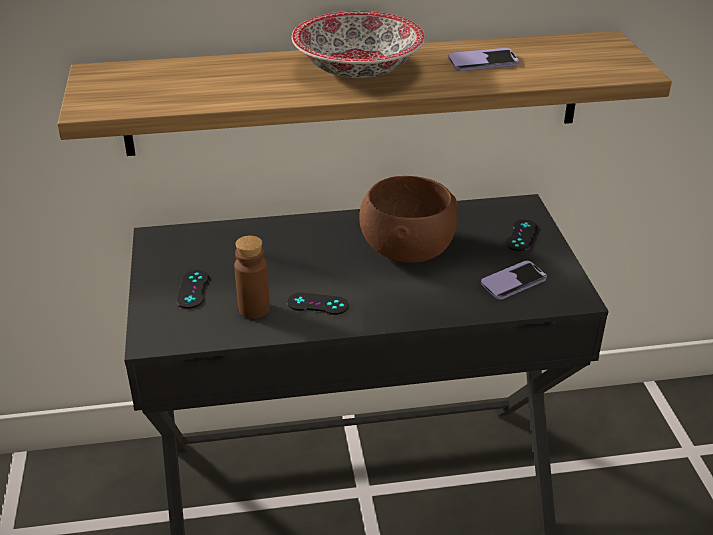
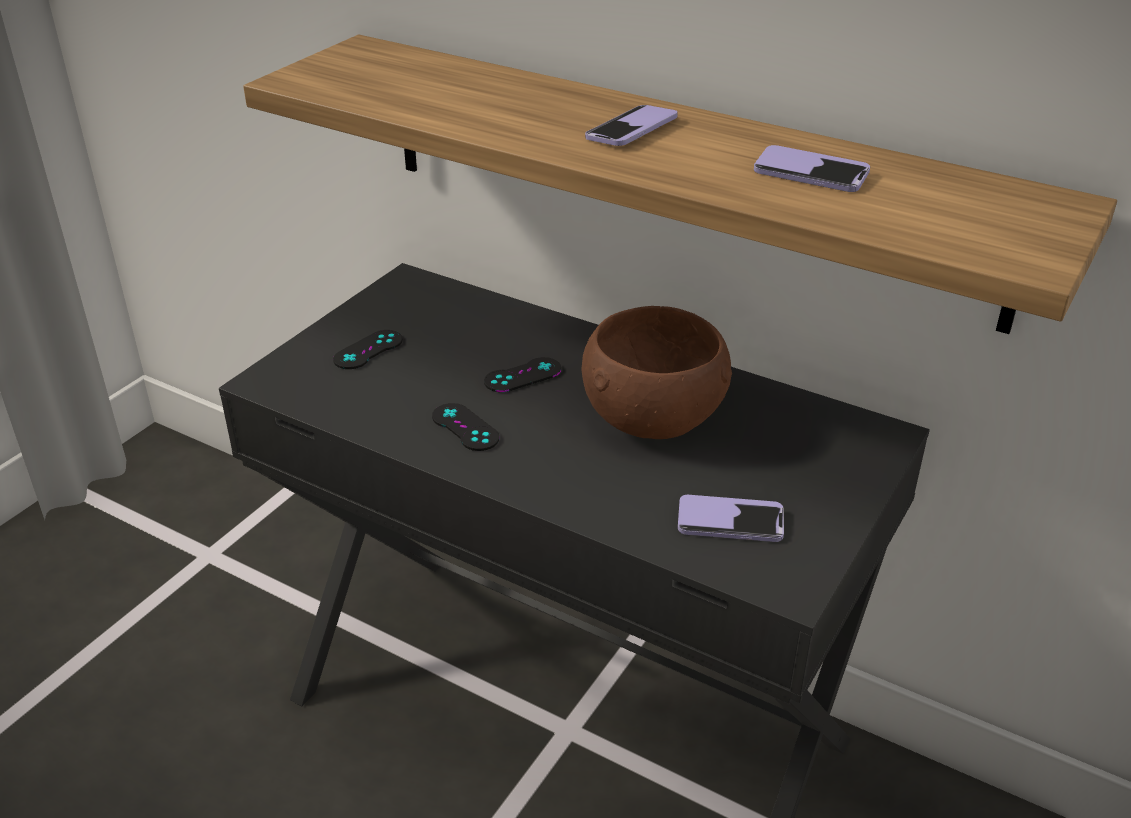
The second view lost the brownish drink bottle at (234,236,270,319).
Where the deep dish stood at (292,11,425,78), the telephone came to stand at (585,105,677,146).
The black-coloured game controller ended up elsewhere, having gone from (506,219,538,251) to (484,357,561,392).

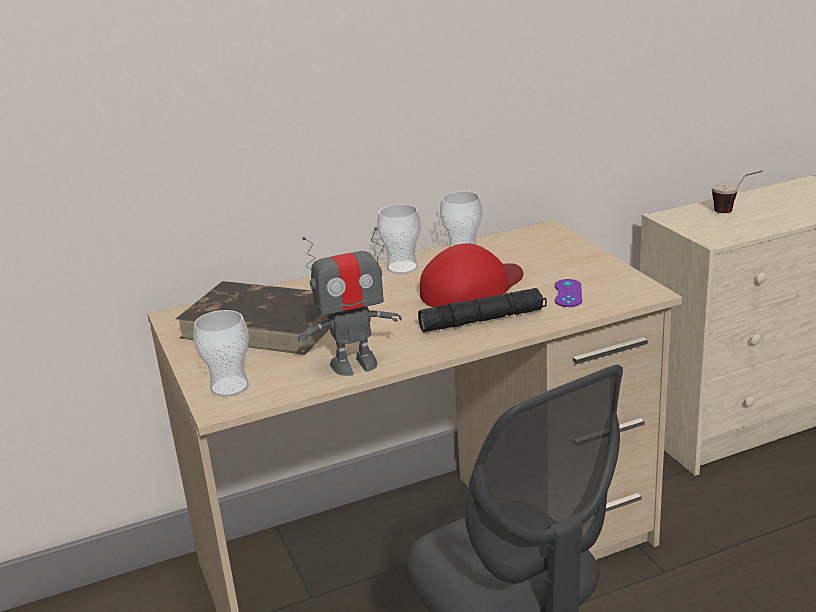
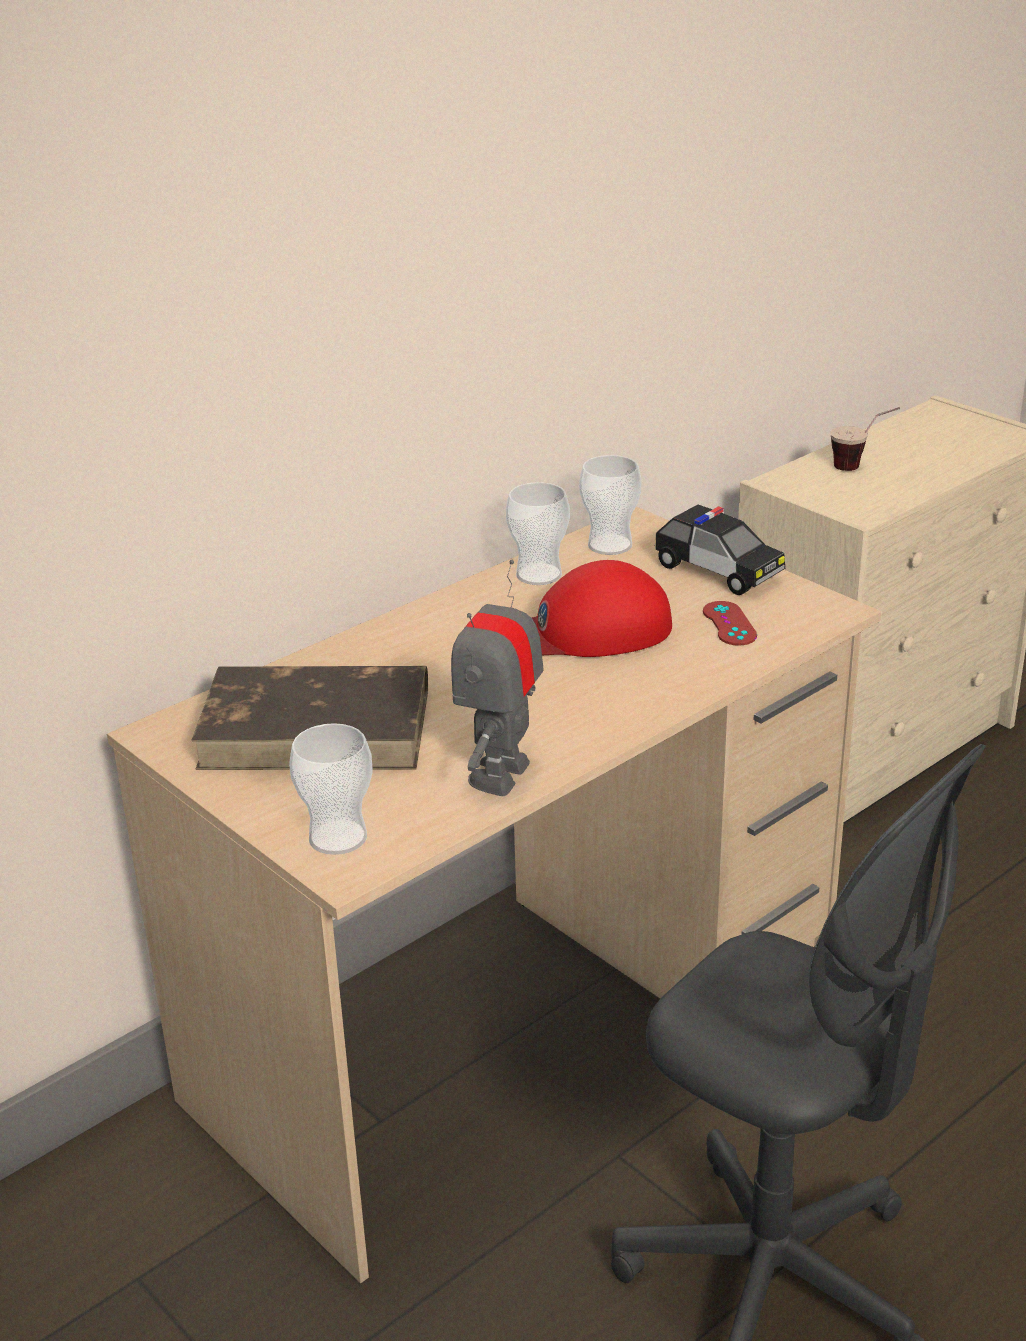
The model robot at (297,227,402,376) ended up facing another way, 150 degrees clockwise from before.
The cup ended up elsewhere, having gone from (377,204,421,274) to (579,455,641,555).
The second view lost the black-coloured flashlight at (418,288,547,332).
The red baseball cap at (420,243,523,307) ended up facing another way, 135 degrees counterclockwise from before.
What was the purplish game controller at (554,279,582,307) turned into the red game controller at (703,601,757,646).
The second view gained the model car at (654,504,785,595).

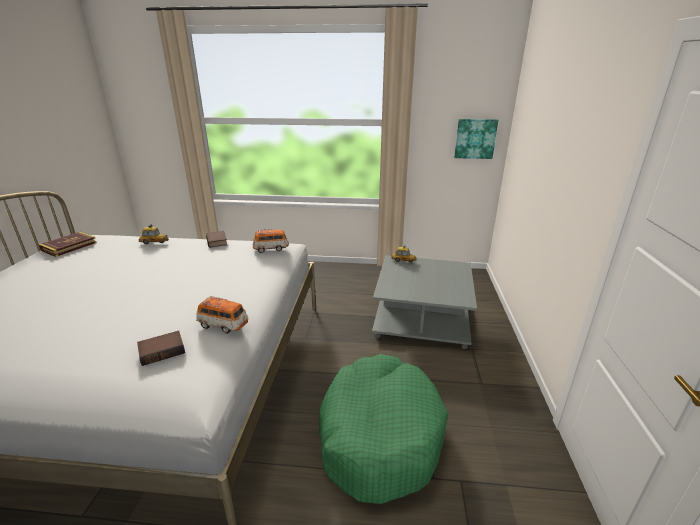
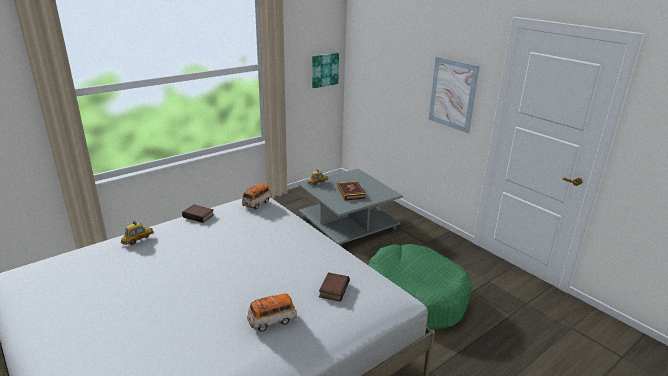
The book ended up elsewhere, having gone from (39,232,97,257) to (337,181,366,201).
The model car ended up elsewhere, having gone from (196,296,248,334) to (247,293,297,332).
The second view gained the picture at (429,57,480,133).

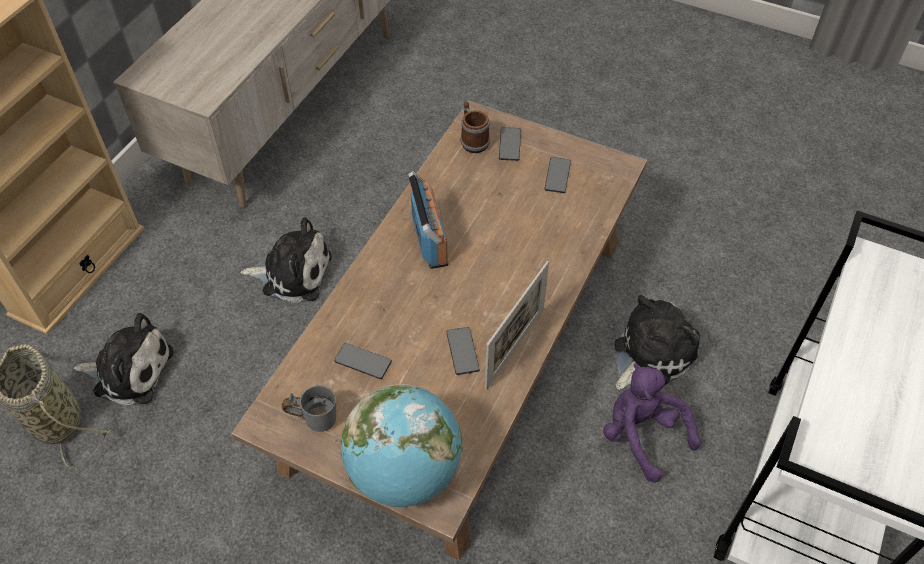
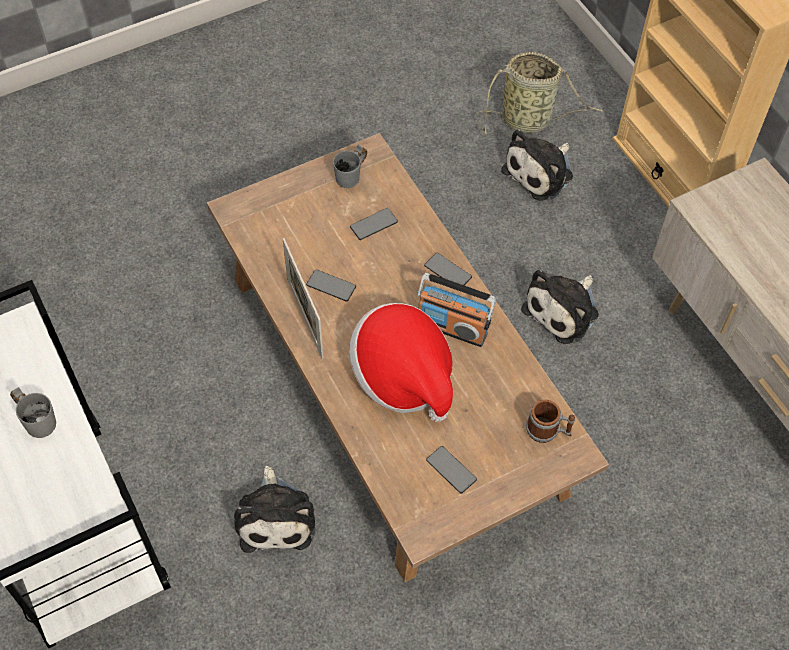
The second view lost the desk globe at (341,384,463,507).
The telephone ended up elsewhere, having gone from (499,127,521,161) to (424,253,472,285).
The second view lost the purplish soft toy at (603,363,701,483).
The second view gained the grey mug at (10,387,56,438).
The second view gained the wearable hat at (349,303,453,422).

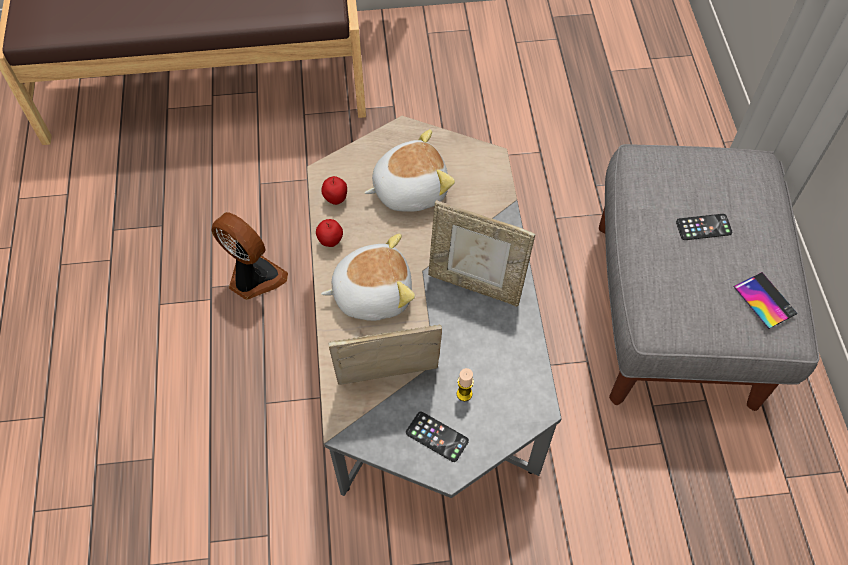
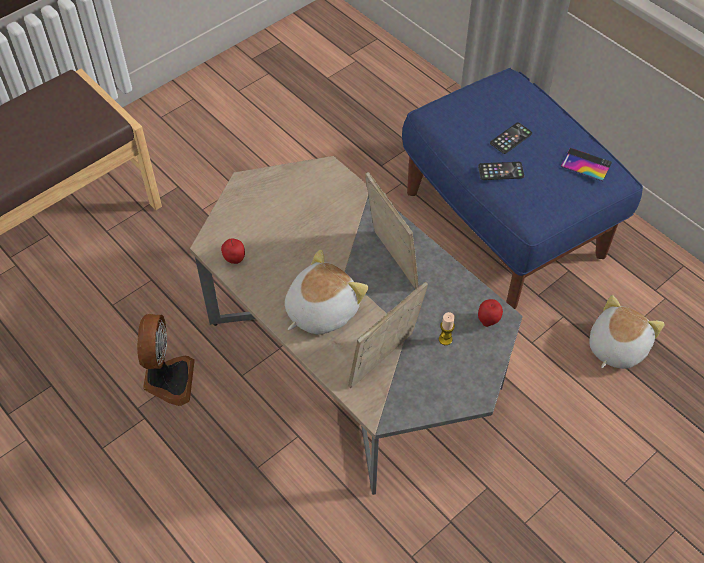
The electric fan at (212,212,288,300) ended up facing another way, 90 degrees clockwise from before.
The apple ended up elsewhere, having gone from (316,219,343,247) to (478,299,503,327).
The soft toy ended up elsewhere, having gone from (364,129,455,212) to (590,295,665,369).
The telephone ended up elsewhere, having gone from (406,411,469,462) to (478,162,524,180).
The photo frame at (428,200,535,307) ended up facing another way, 105 degrees counterclockwise from before.
What was the grey footrest at (599,144,820,411) turned into the blue-coloured footrest at (402,68,643,309).

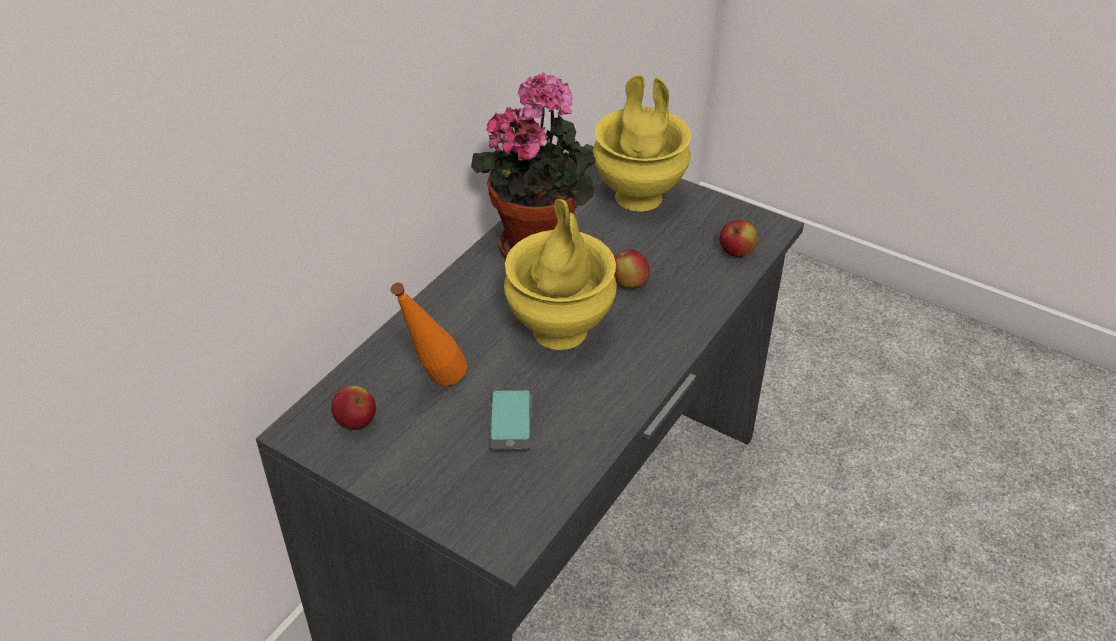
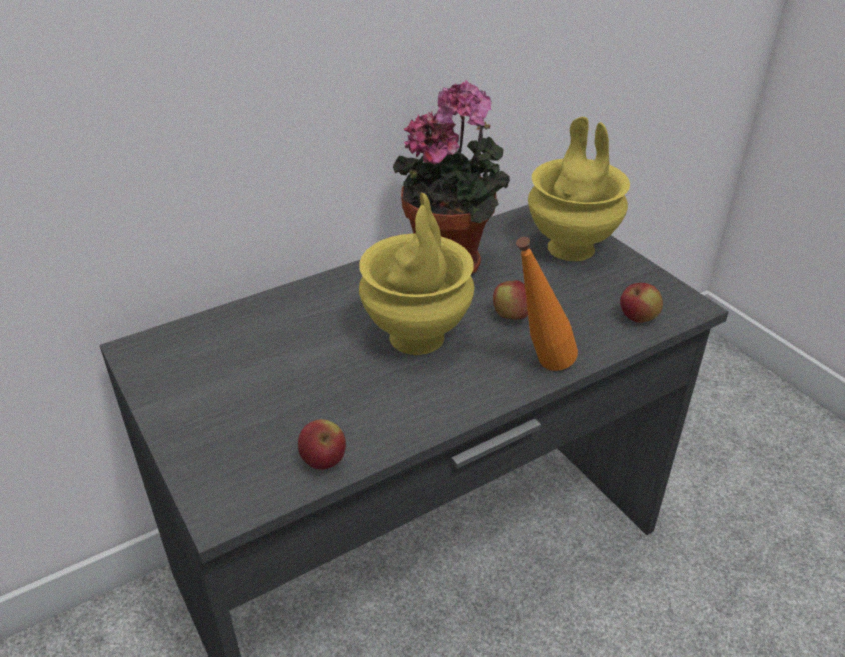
The apple ended up elsewhere, having gone from (331,386,376,430) to (298,419,346,470).
The orange-coloured drink bottle ended up elsewhere, having gone from (390,283,467,386) to (516,237,578,371).
The second view lost the telephone at (489,386,532,453).

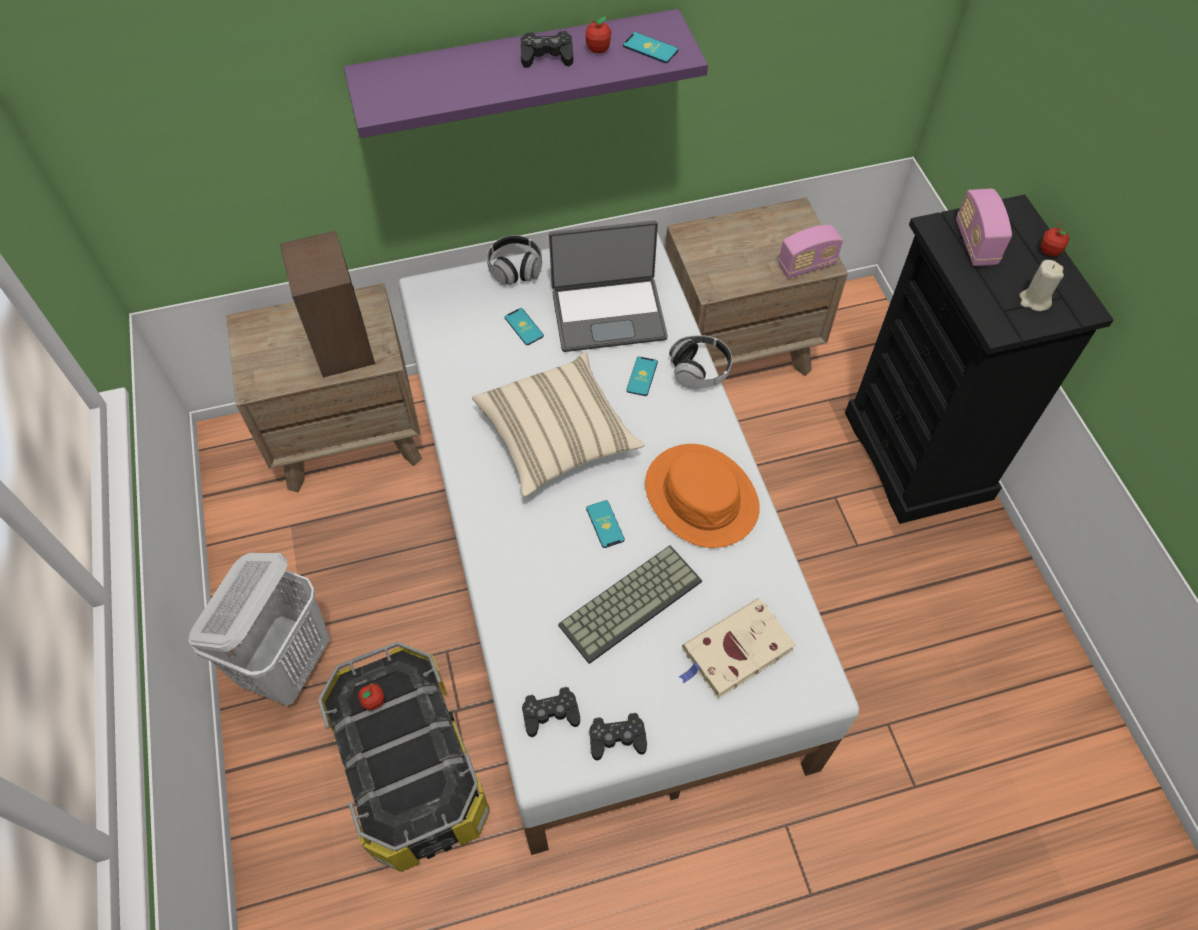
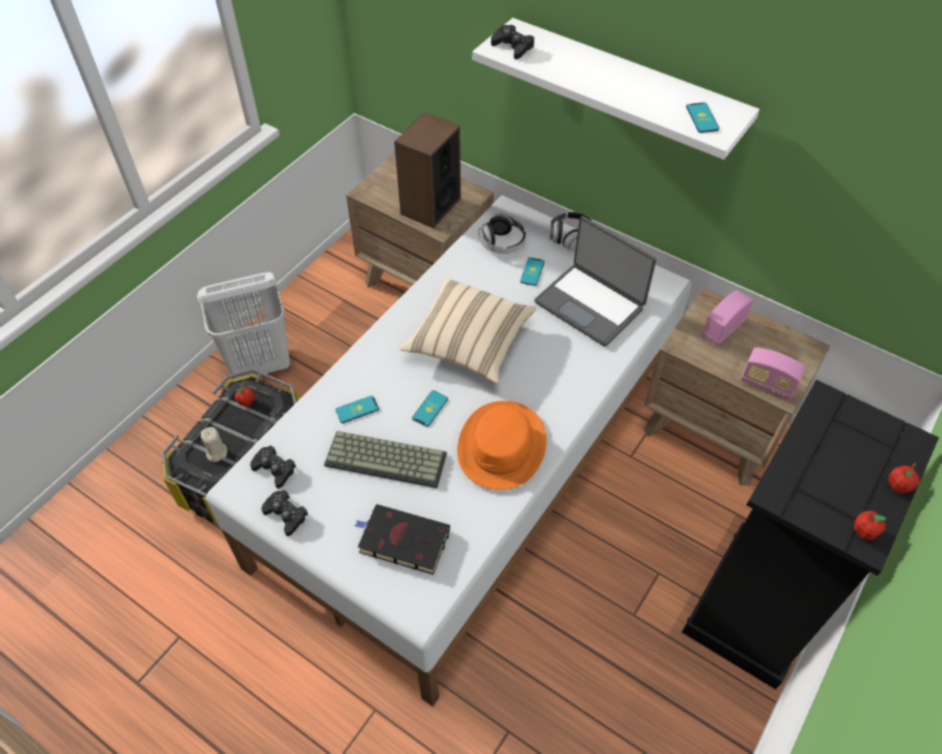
What was the purplish shelf at (344,9,708,138) turned into the white-coloured shelf at (472,18,760,160).
The black-coloured game controller ended up elsewhere, having gone from (521,31,573,68) to (491,25,534,60).
The apple ended up elsewhere, having gone from (586,17,611,53) to (854,511,886,540).
The telephone ended up elsewhere, having gone from (626,356,658,396) to (335,396,379,423).
The headset ended up elsewhere, having gone from (669,335,732,388) to (478,213,526,254).
What was the beige-coloured book at (679,598,796,699) turned into the black-coloured book at (354,504,450,575).
The radio receiver ended up elsewhere, having gone from (956,189,1012,266) to (702,290,754,346).
The beige-coloured wax candle ended up elsewhere, having gone from (1019,260,1064,311) to (201,427,227,462).

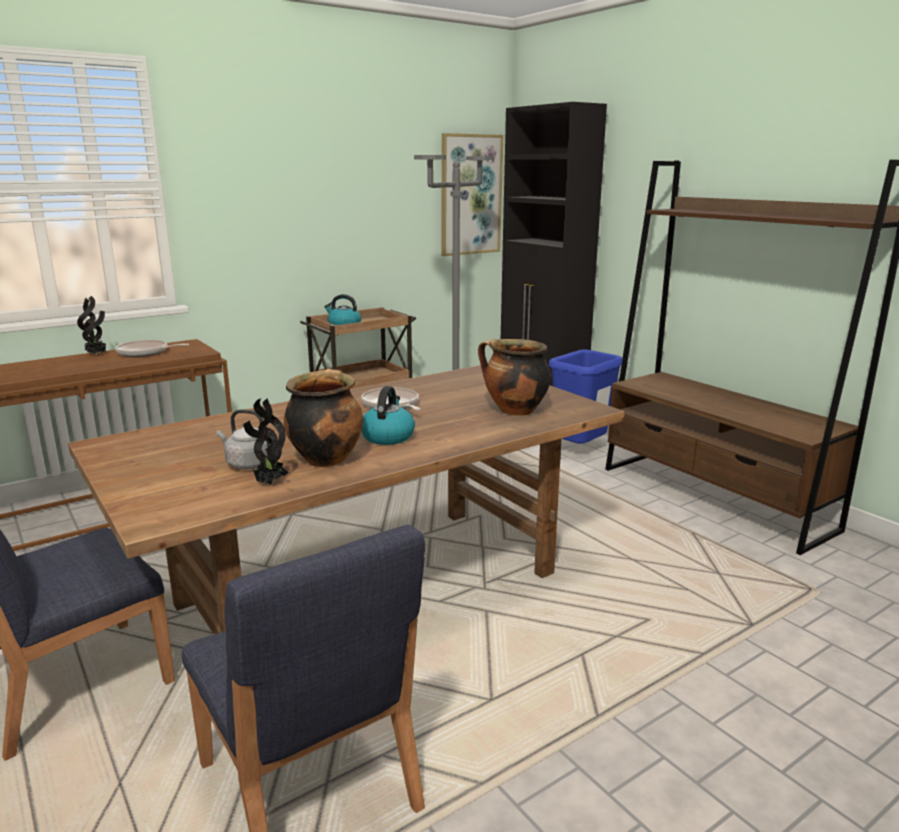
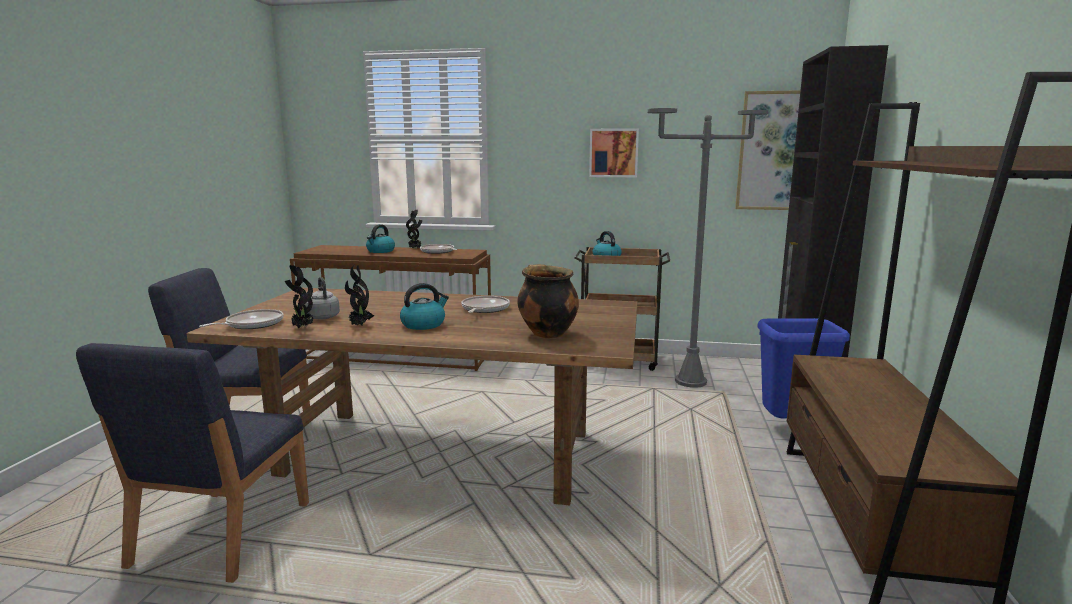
Where the cooking pot stood at (284,369,363,467), the potted plant came to stand at (345,264,374,325).
The second view gained the pan at (199,309,283,329).
The second view gained the kettle at (366,224,395,253).
The second view gained the picture at (589,128,639,177).

